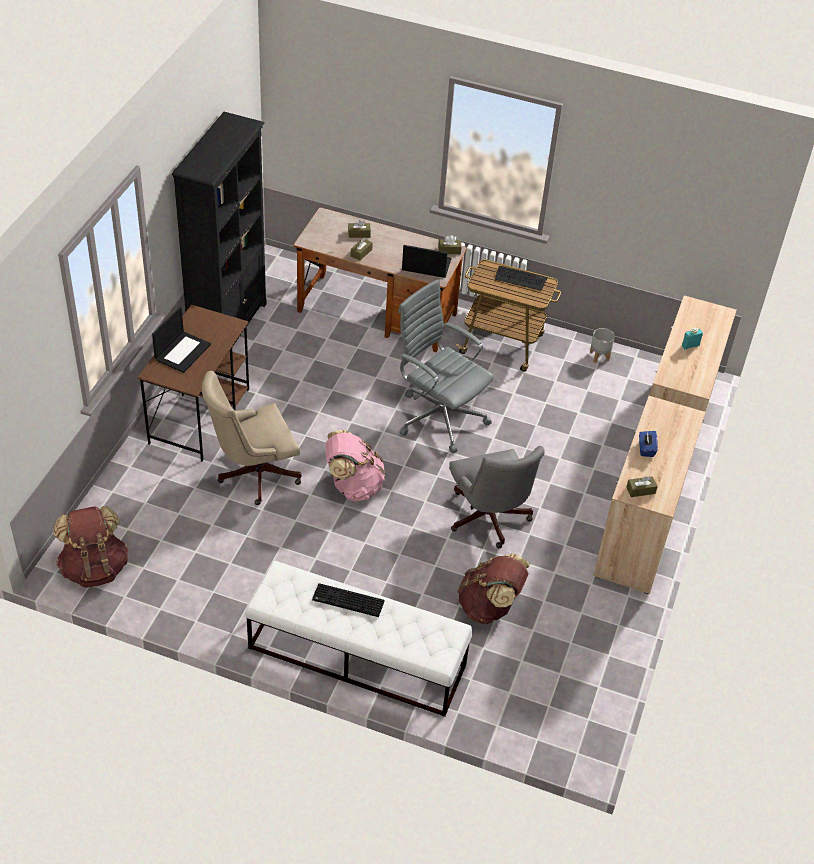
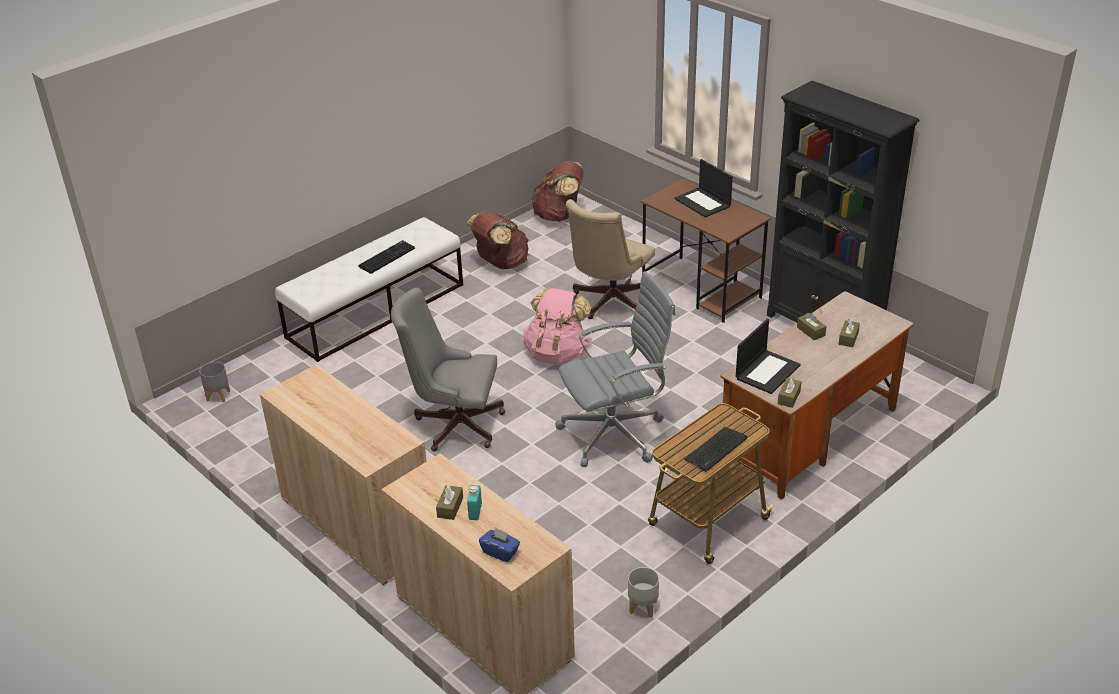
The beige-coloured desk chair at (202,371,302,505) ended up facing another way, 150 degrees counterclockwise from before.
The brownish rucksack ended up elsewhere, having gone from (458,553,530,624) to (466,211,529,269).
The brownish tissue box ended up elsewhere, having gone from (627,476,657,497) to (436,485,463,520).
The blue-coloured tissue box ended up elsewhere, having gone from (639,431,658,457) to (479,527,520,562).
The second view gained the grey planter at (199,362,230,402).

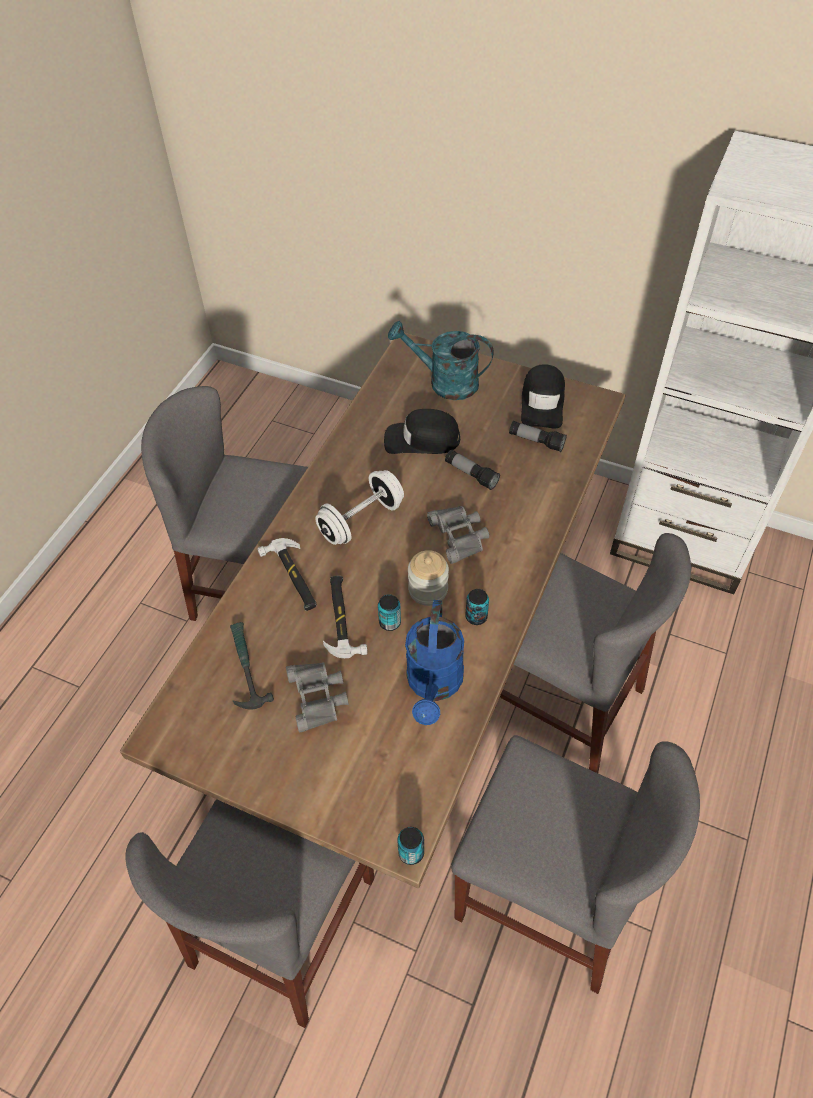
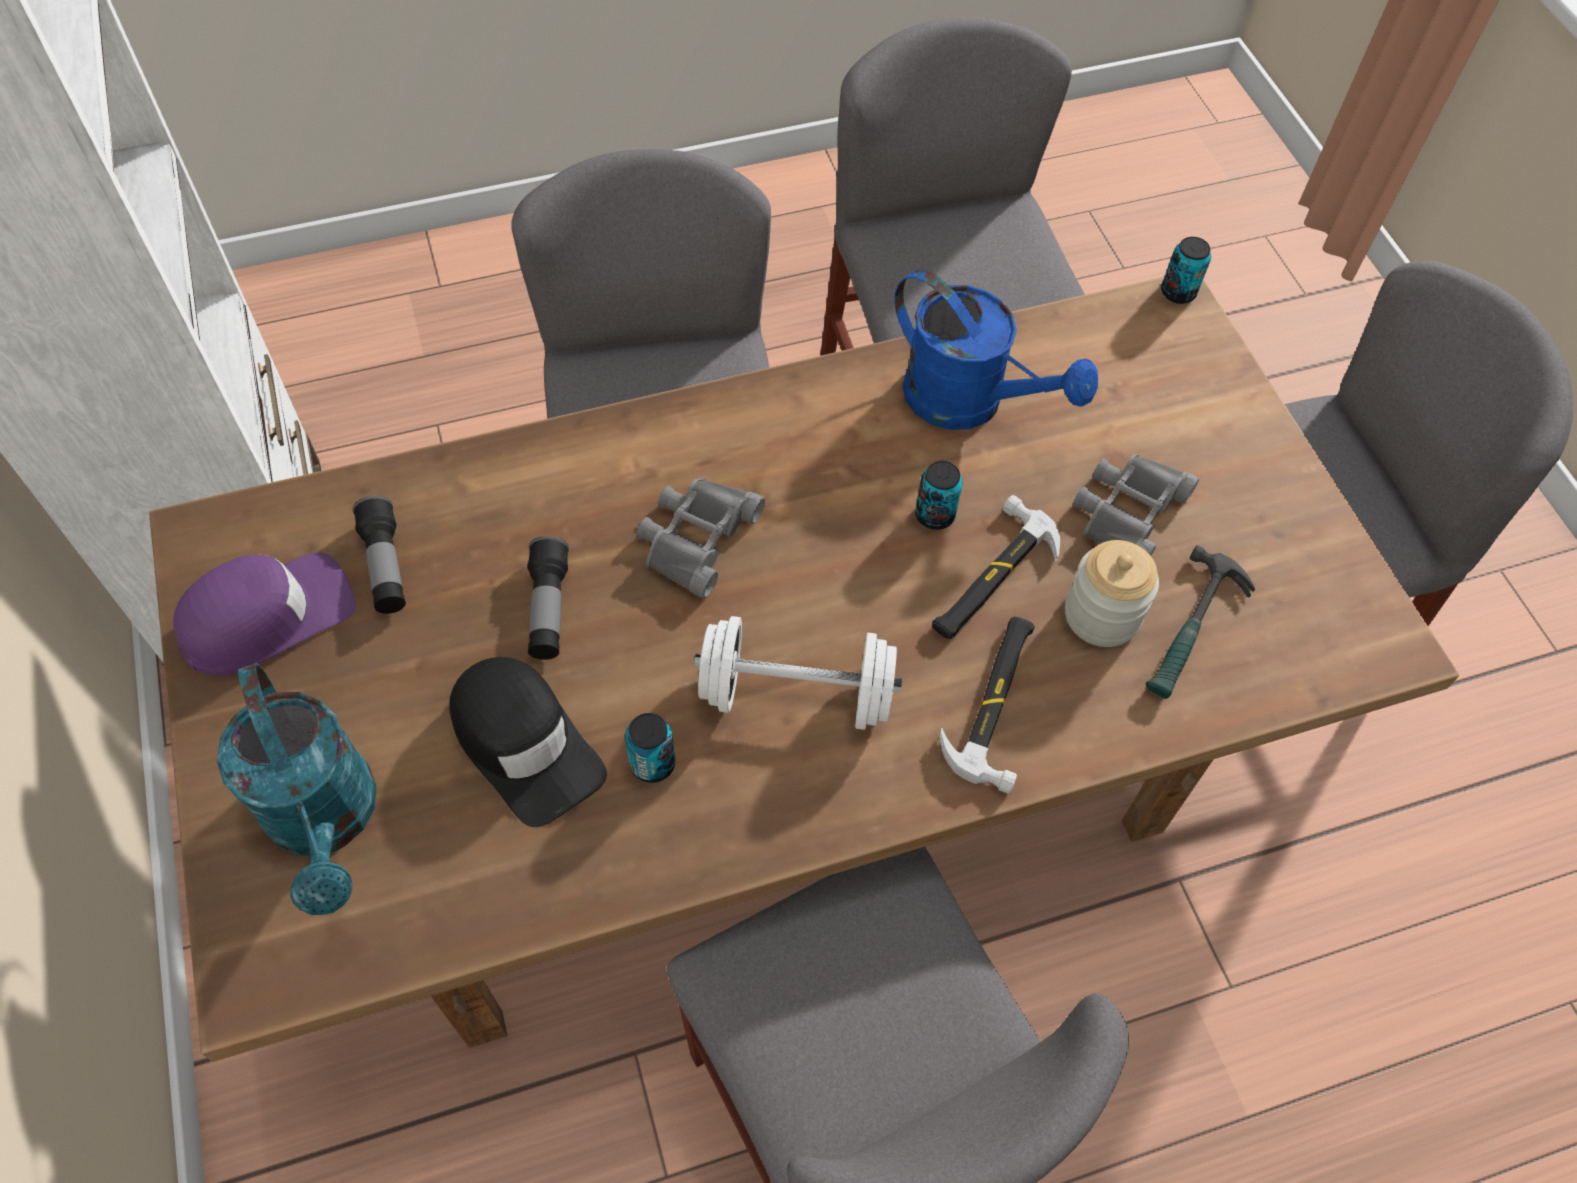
The blue-coloured watering pot at (405,600,464,725) ended up facing another way, 75 degrees clockwise from before.
The preserve jar ended up elsewhere, having gone from (408,550,449,606) to (1065,540,1159,647).
The sealed can ended up elsewhere, having gone from (466,589,489,625) to (625,713,675,783).
What was the black-coloured baseball cap at (521,364,565,428) turned into the purplish baseball cap at (173,552,356,676).

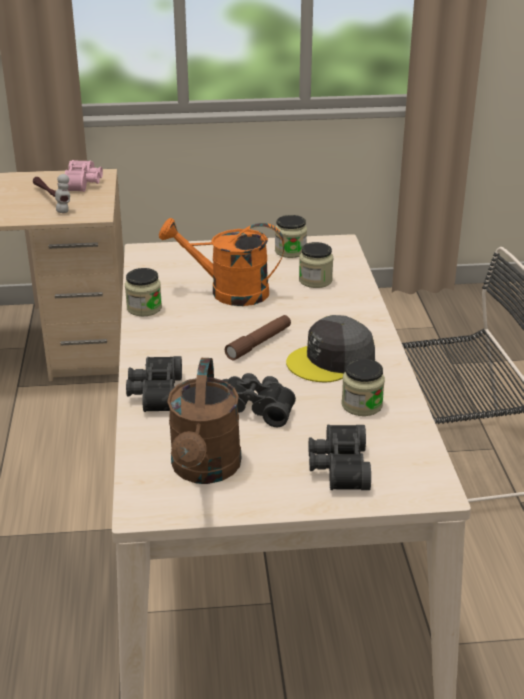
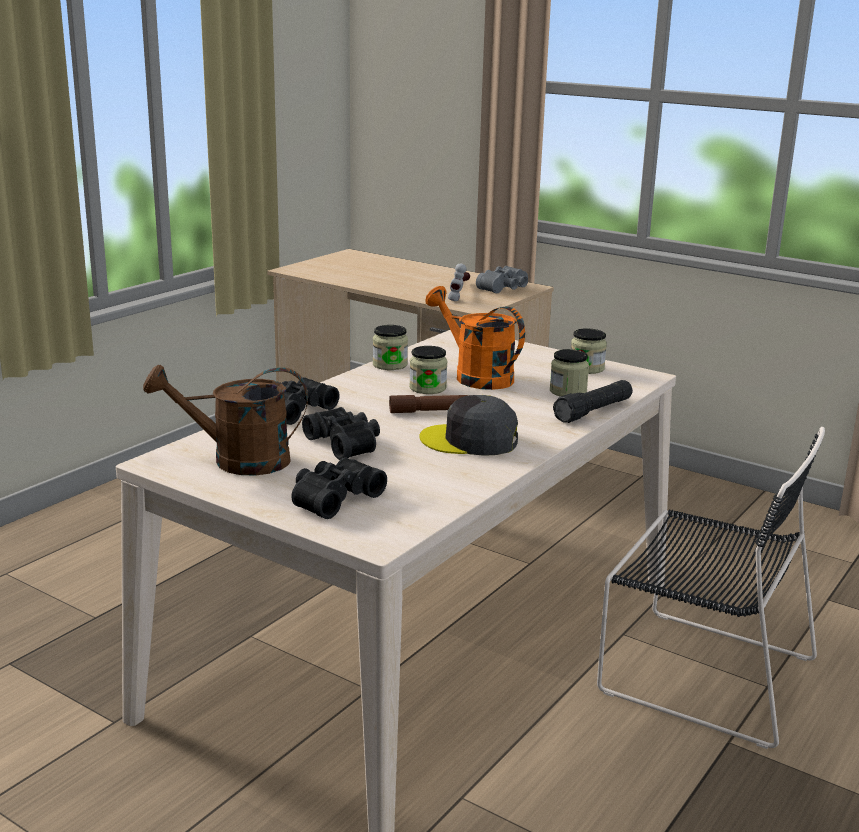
What was the pinkish pair of binoculars at (65,160,103,192) turned into the grey pair of binoculars at (476,266,528,293).
The brownish watering pot at (167,358,241,484) ended up facing another way, 45 degrees clockwise from before.
The preserve jar ended up elsewhere, having gone from (341,359,385,416) to (409,346,448,394).
The second view gained the black-coloured flashlight at (553,380,633,423).

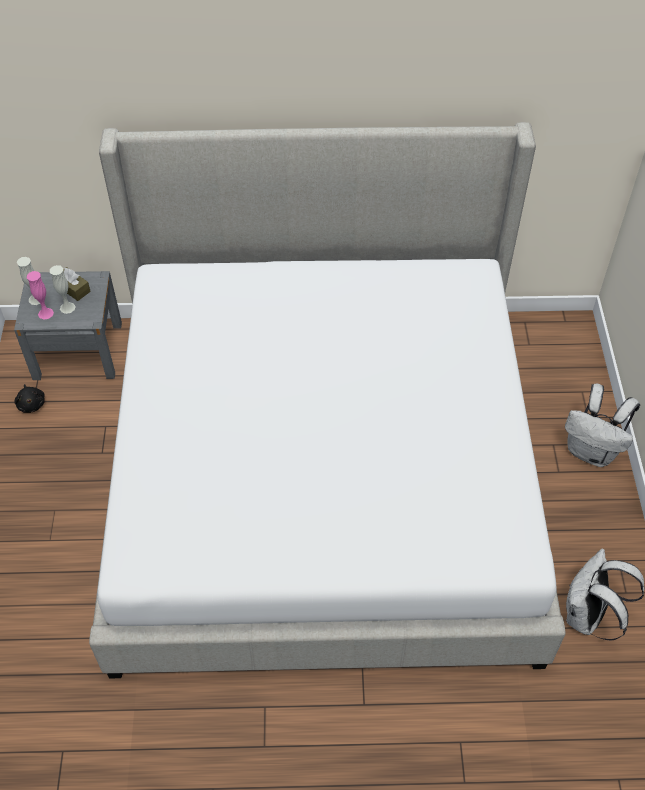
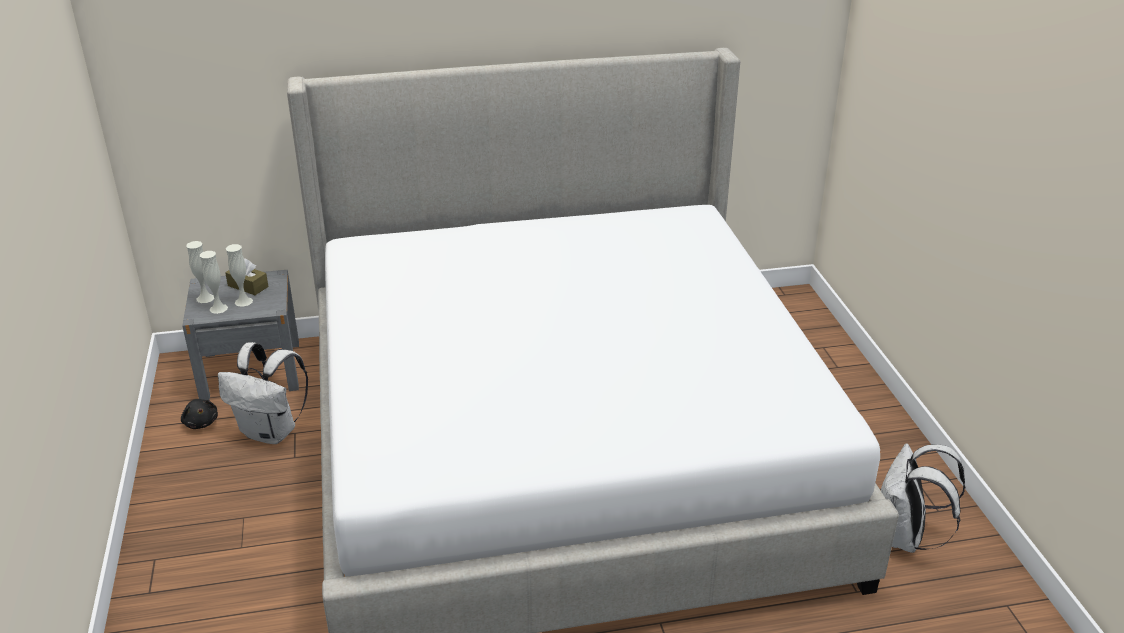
What was the pinkish flower vase at (27,271,54,320) turned into the white-coloured flower vase at (200,251,228,314).
The white-coloured rucksack ended up elsewhere, having gone from (565,384,640,467) to (218,342,308,444).

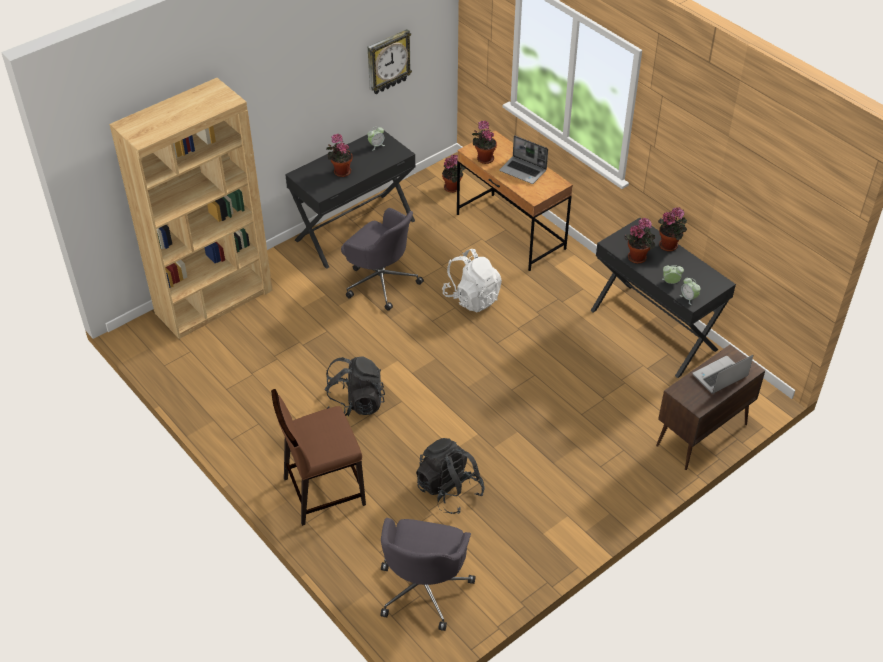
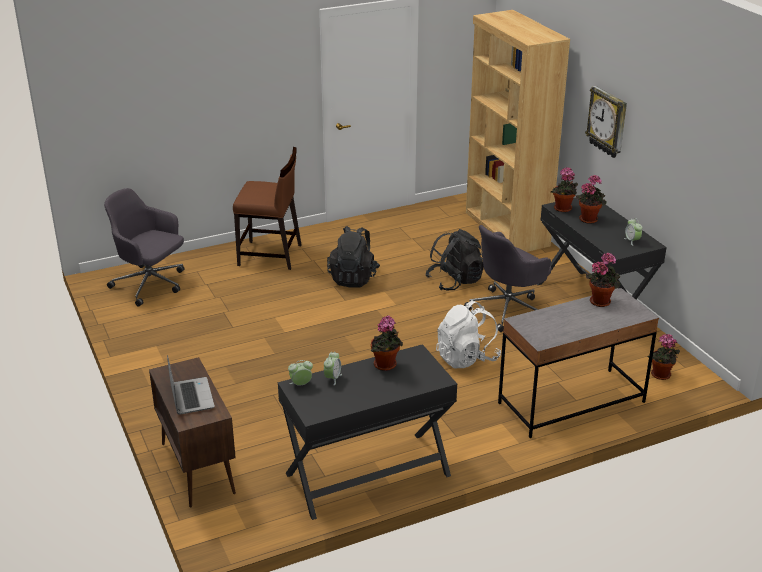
The brownish upright chair at (271,389,366,526) ended up facing another way, 105 degrees clockwise from before.
The wall clock ended up elsewhere, having gone from (368,29,412,94) to (585,86,627,158).
The black-coloured rucksack ended up elsewhere, having gone from (416,438,485,514) to (426,229,484,290).
What was the brownish desk table at (457,130,573,271) turned into the grey desk table at (498,288,659,438).
The second view lost the notebook computer at (499,135,548,184).
The potted plant ended up elsewhere, having gone from (658,207,687,251) to (551,167,578,212).

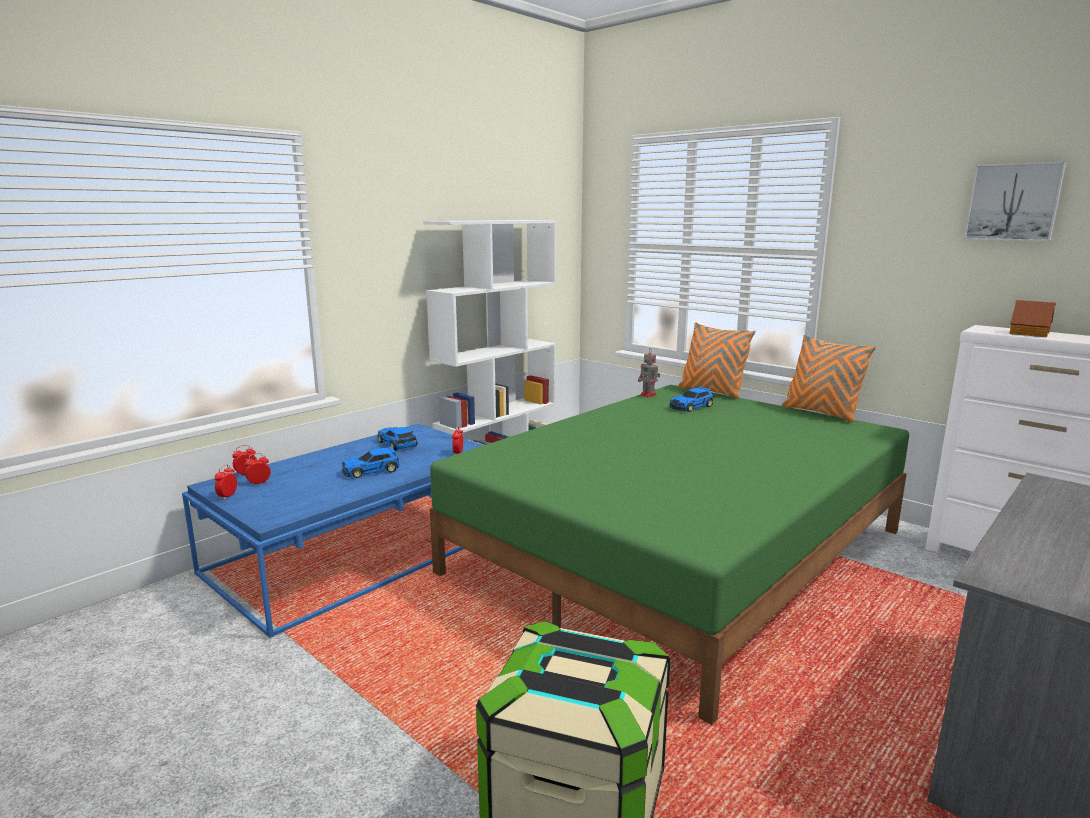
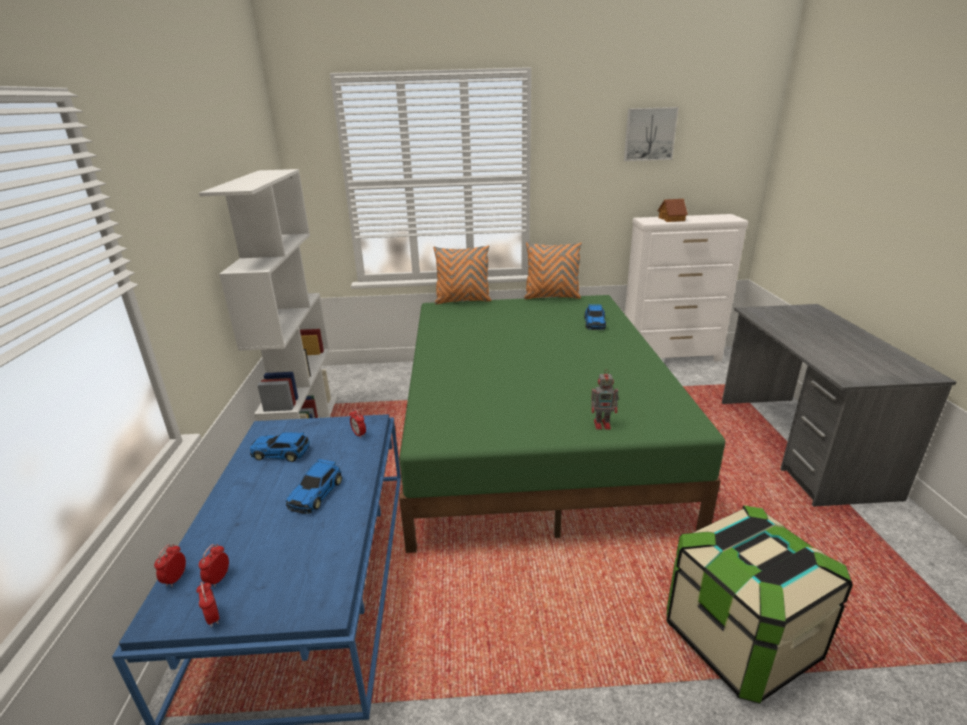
The model robot ended up elsewhere, having gone from (638,348,660,398) to (591,369,619,430).
The model car ended up elsewhere, having gone from (669,387,714,412) to (584,304,606,330).

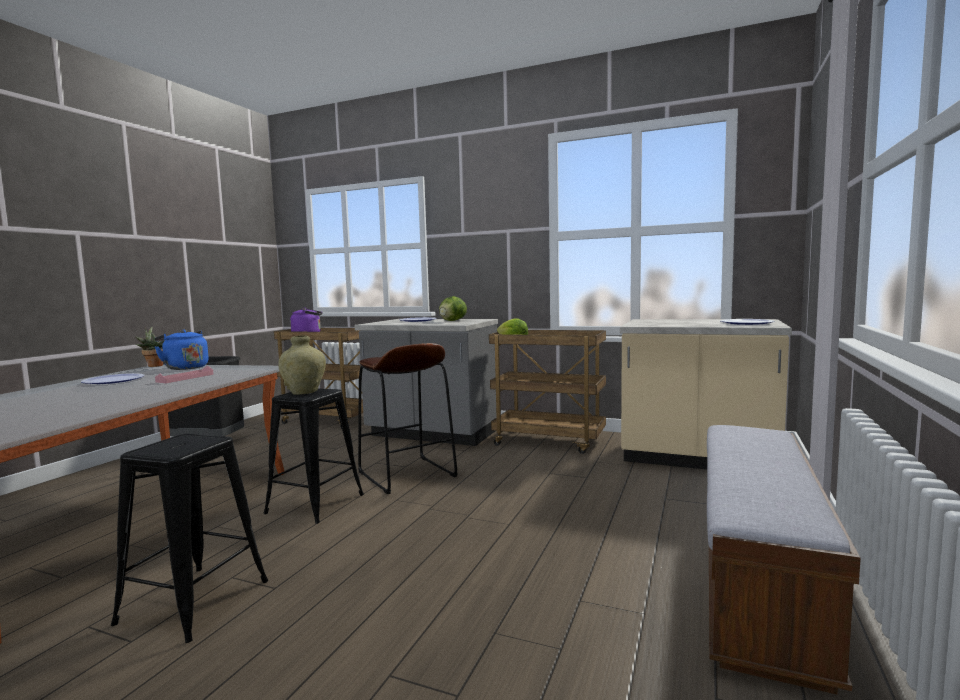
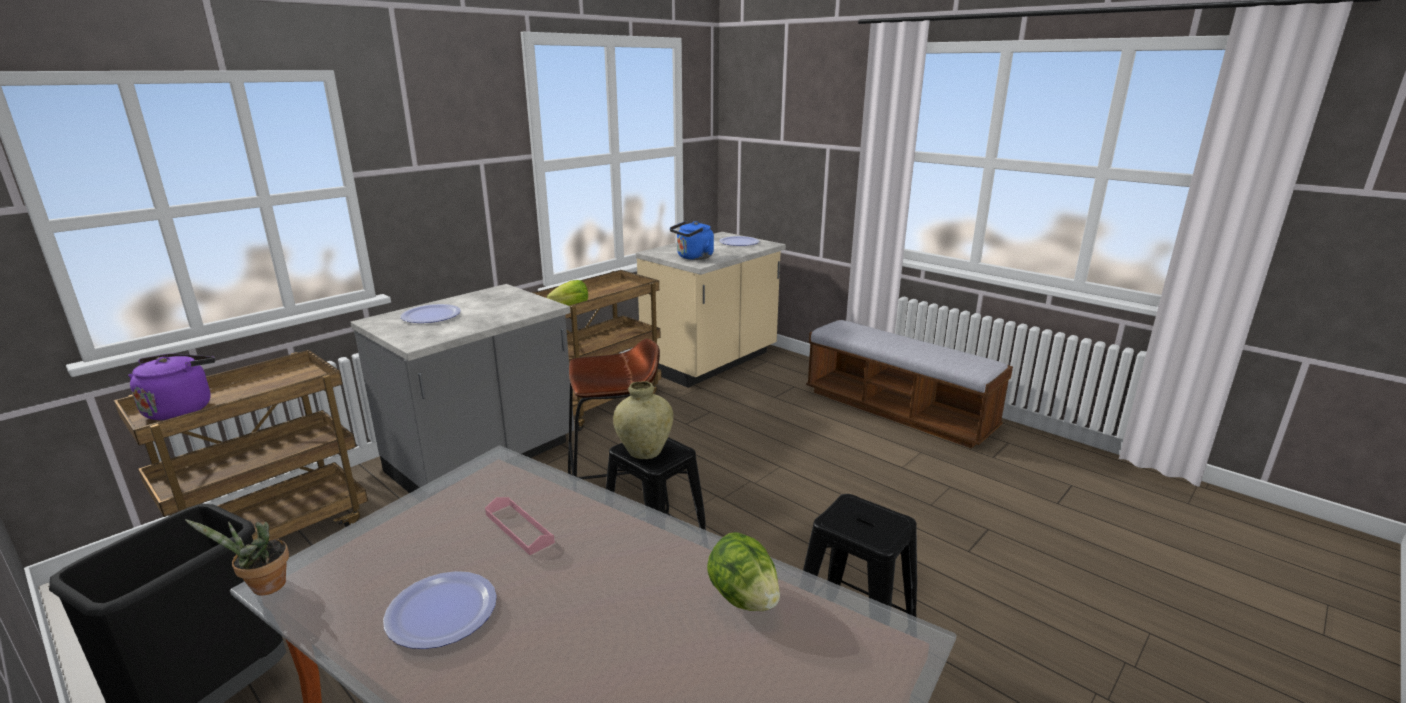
The blue-coloured kettle ended up elsewhere, having gone from (155,330,209,370) to (670,221,714,260).
The lettuce ended up elsewhere, having gone from (439,296,467,321) to (707,532,780,611).

